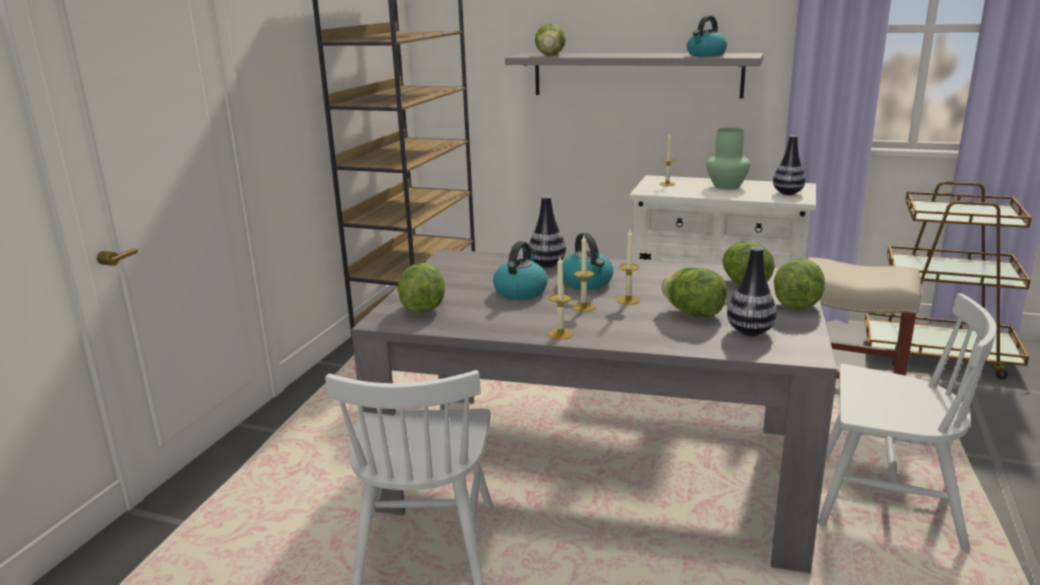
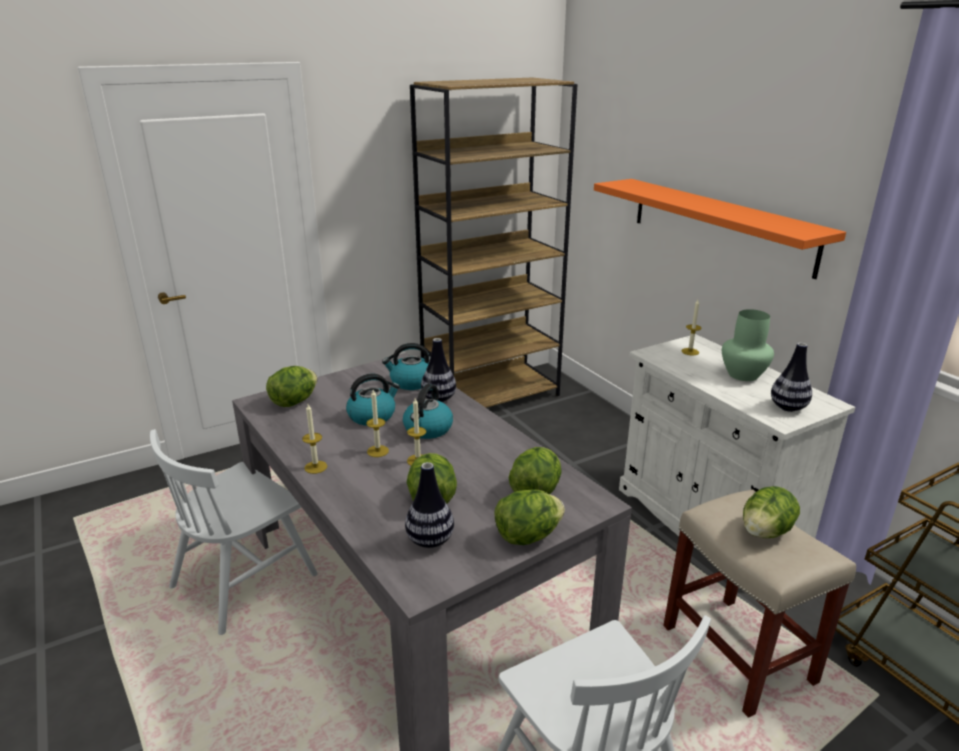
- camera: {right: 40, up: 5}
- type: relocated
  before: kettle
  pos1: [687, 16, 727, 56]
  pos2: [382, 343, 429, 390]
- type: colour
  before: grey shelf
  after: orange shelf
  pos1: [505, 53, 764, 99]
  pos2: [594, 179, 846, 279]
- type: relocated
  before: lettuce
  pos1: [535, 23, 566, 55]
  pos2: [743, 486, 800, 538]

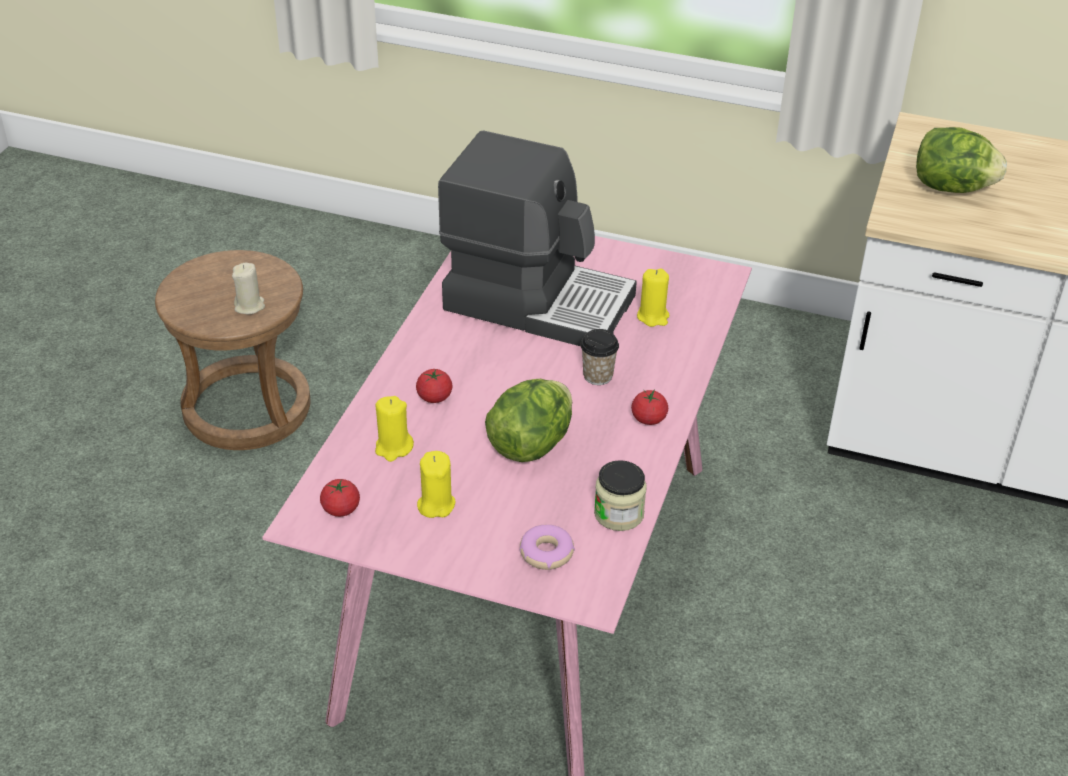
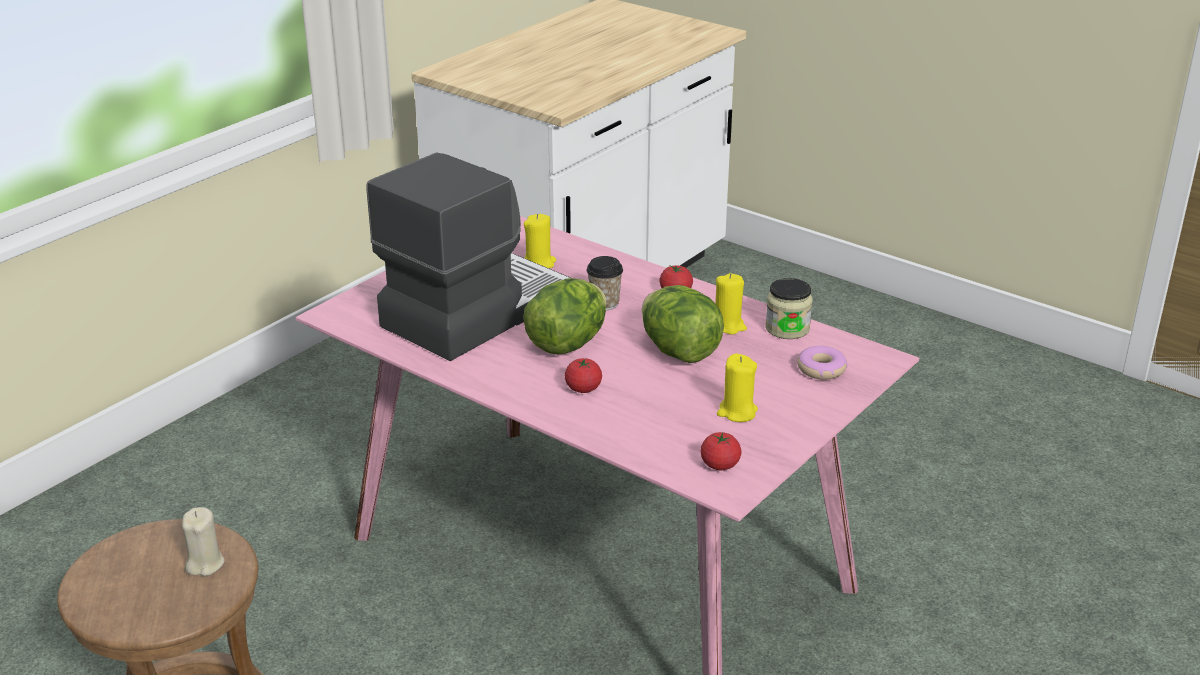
- camera: {right: -70, up: -10}
- type: relocated
  before: lettuce
  pos1: [916, 127, 1007, 193]
  pos2: [523, 278, 607, 355]
- type: relocated
  before: yellow candle
  pos1: [375, 396, 414, 462]
  pos2: [715, 273, 747, 335]

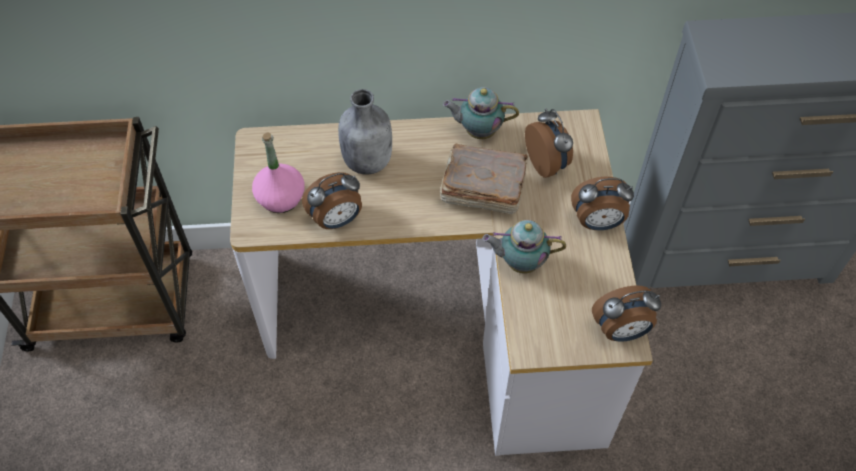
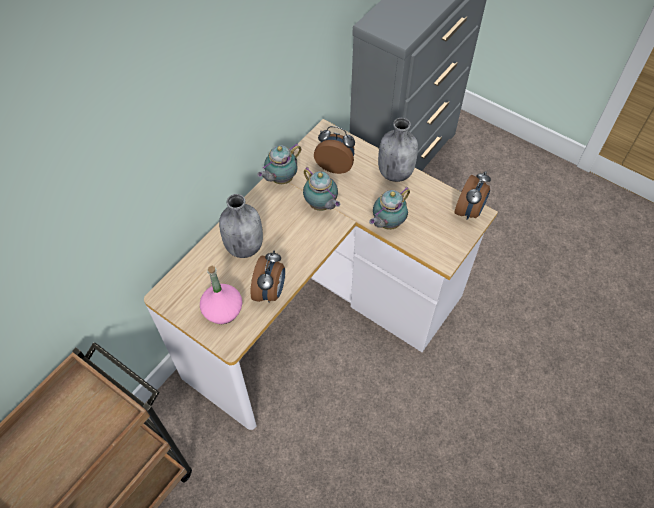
- camera: {right: -50, up: 0}
- type: exchanged
  before: brown book
  after: teapot
  pos1: [440, 144, 528, 214]
  pos2: [303, 167, 340, 211]
- type: exchanged
  before: alarm clock
  after: grey bottle
  pos1: [571, 177, 634, 230]
  pos2: [378, 118, 418, 182]

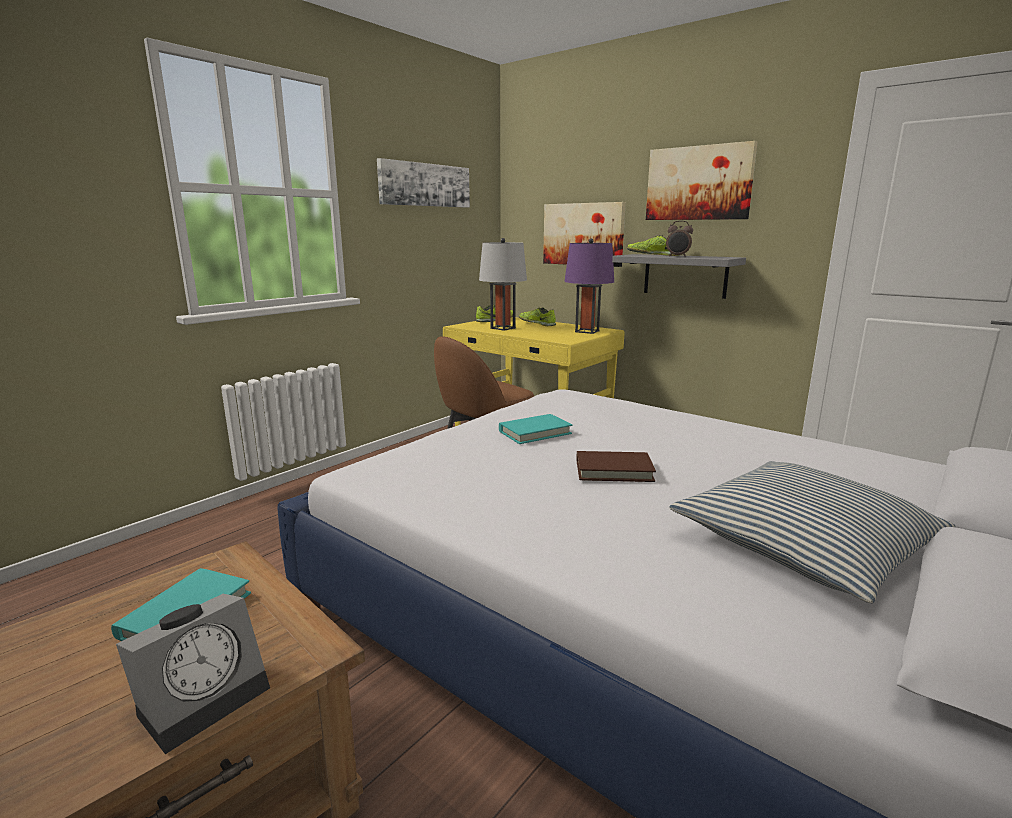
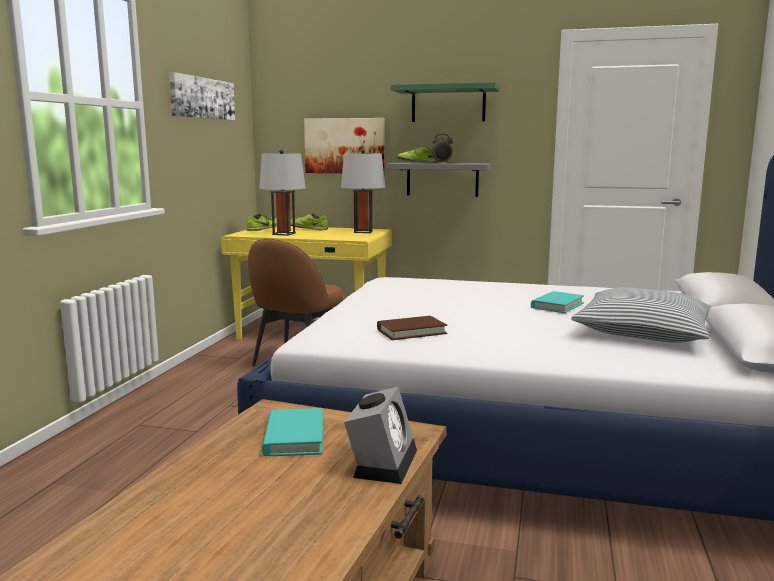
- camera: {right: -25, up: -5}
- type: colour
  before: purple table lamp
  after: grey table lamp
  pos1: [564, 238, 614, 334]
  pos2: [341, 149, 385, 233]
- type: relocated
  before: brown book
  pos1: [576, 451, 656, 482]
  pos2: [377, 316, 447, 340]
- type: exchanged
  before: picture
  after: green shelf
  pos1: [646, 141, 758, 220]
  pos2: [391, 82, 499, 122]
- type: relocated
  before: turquoise book
  pos1: [499, 414, 572, 444]
  pos2: [531, 291, 584, 313]

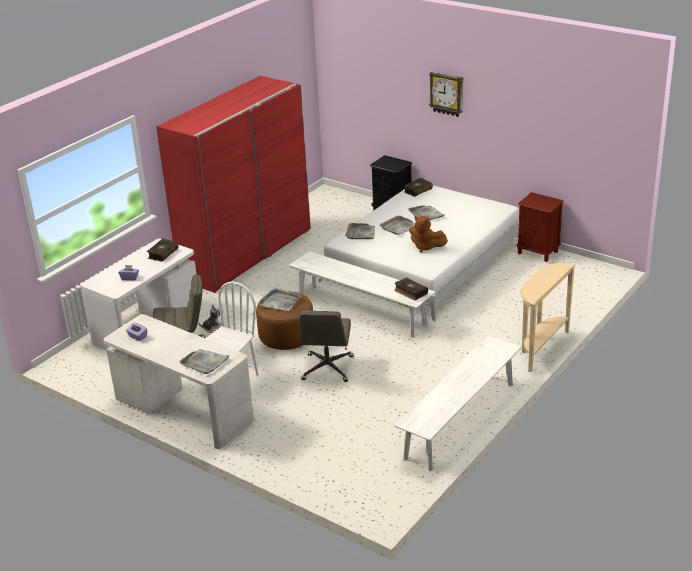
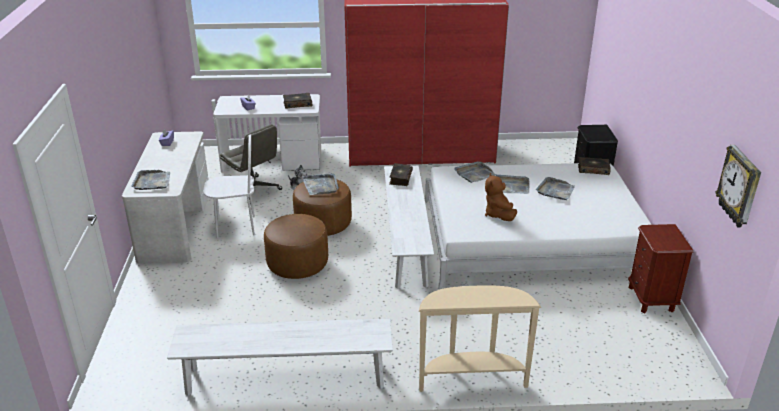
- camera: {right: 50, up: 0}
- type: exchanged
  before: grey office chair
  after: brown ottoman
  pos1: [300, 310, 353, 382]
  pos2: [264, 214, 328, 279]
- type: relocated
  before: book
  pos1: [394, 277, 428, 300]
  pos2: [389, 163, 413, 186]
- type: relocated
  before: wall clock
  pos1: [429, 71, 463, 117]
  pos2: [715, 145, 761, 227]

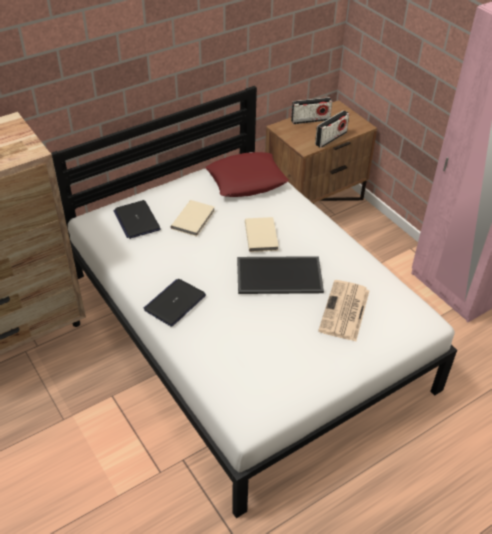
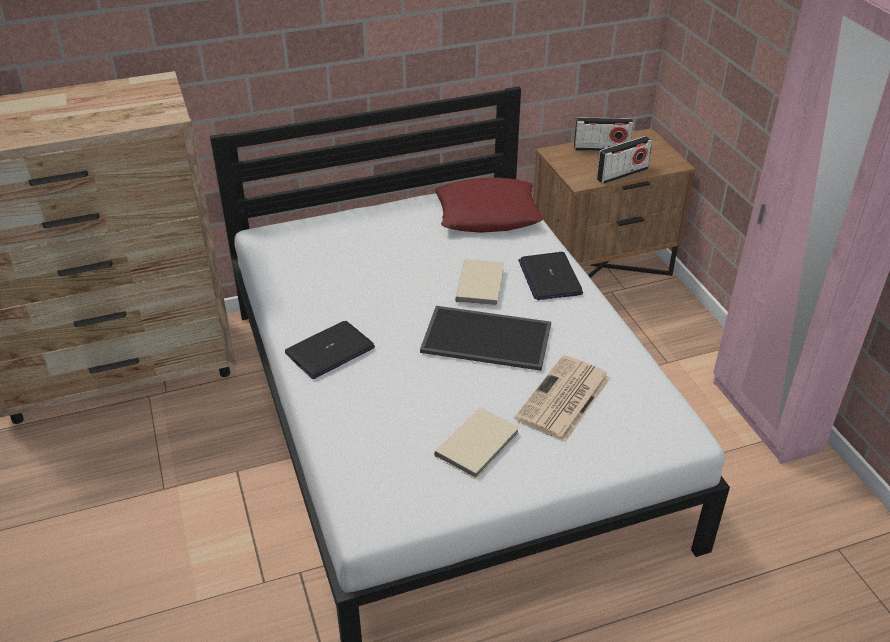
- camera: {right: 15, up: -5}
- type: relocated
  before: beige book
  pos1: [171, 200, 215, 237]
  pos2: [434, 407, 520, 479]
- type: relocated
  before: laptop
  pos1: [114, 200, 161, 239]
  pos2: [518, 252, 583, 300]

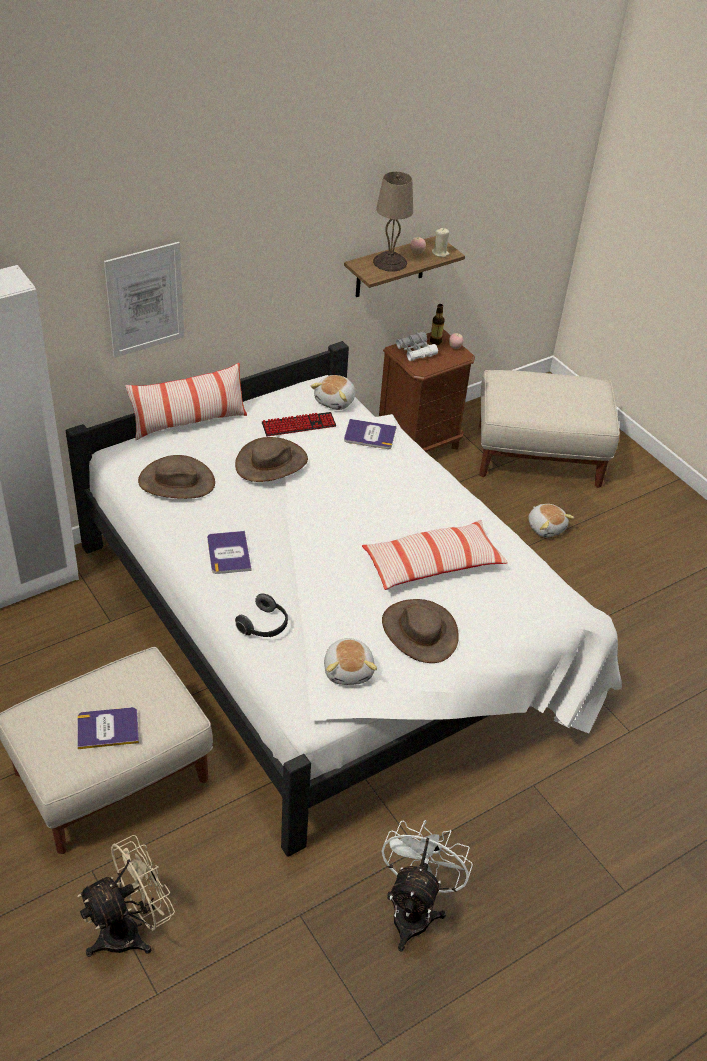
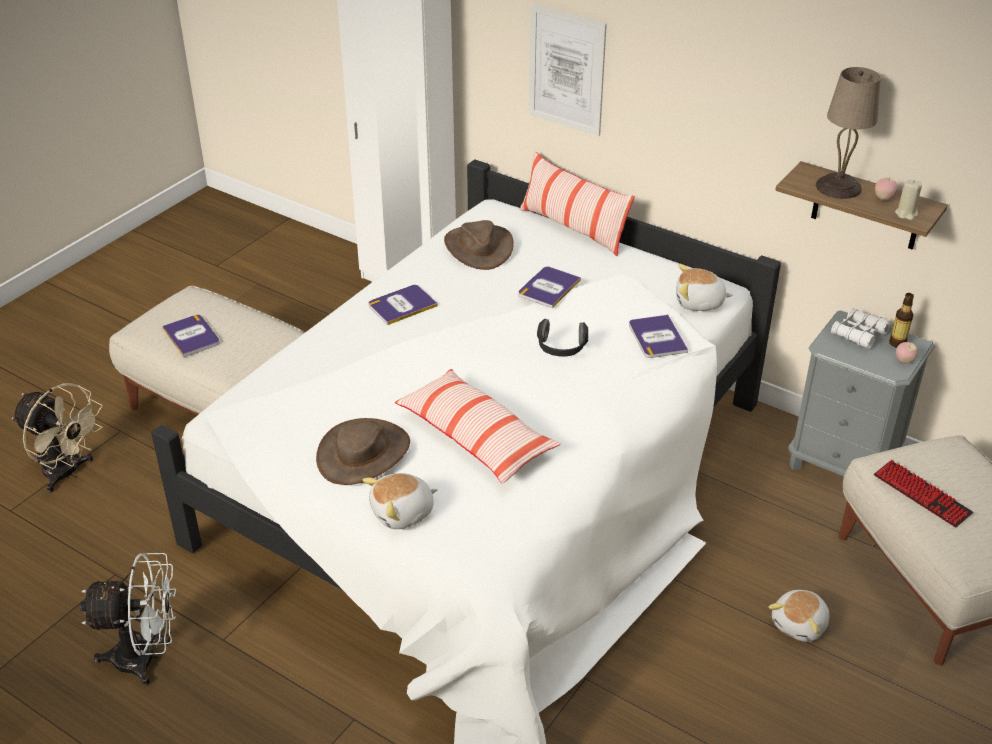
- camera: {right: 70, up: -5}
- type: relocated
  before: plush toy
  pos1: [324, 638, 377, 685]
  pos2: [363, 473, 438, 529]
- type: exchanged
  before: brown hat
  after: book
  pos1: [235, 437, 308, 482]
  pos2: [519, 267, 581, 308]
- type: relocated
  before: headphones
  pos1: [235, 593, 288, 637]
  pos2: [537, 319, 588, 356]
- type: colour
  before: brown nightstand
  after: grey nightstand
  pos1: [379, 329, 475, 452]
  pos2: [788, 310, 935, 476]
- type: relocated
  before: keyboard
  pos1: [262, 412, 336, 436]
  pos2: [874, 460, 973, 528]

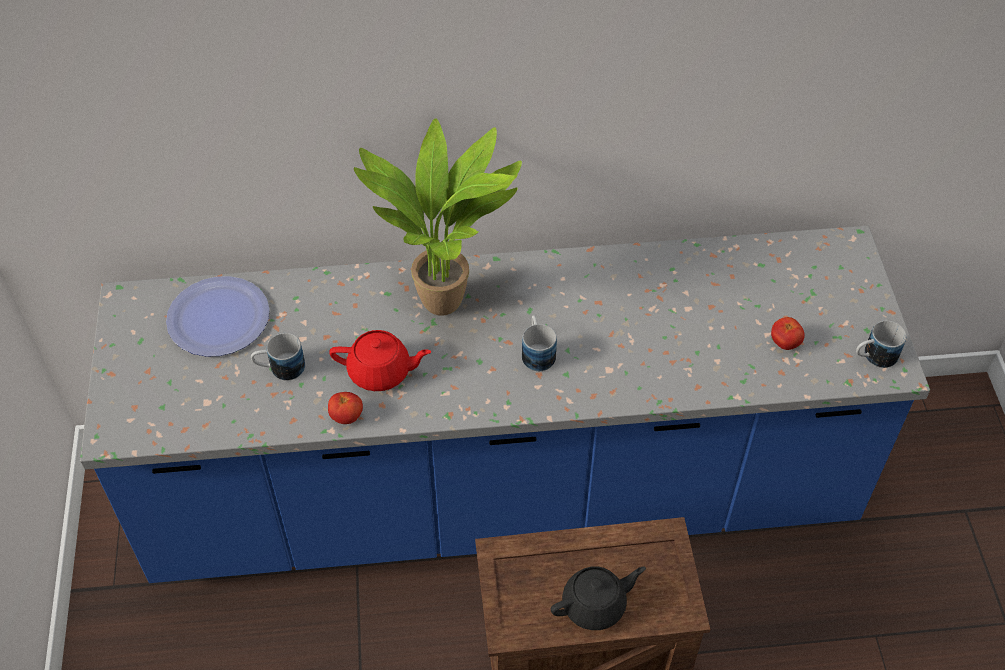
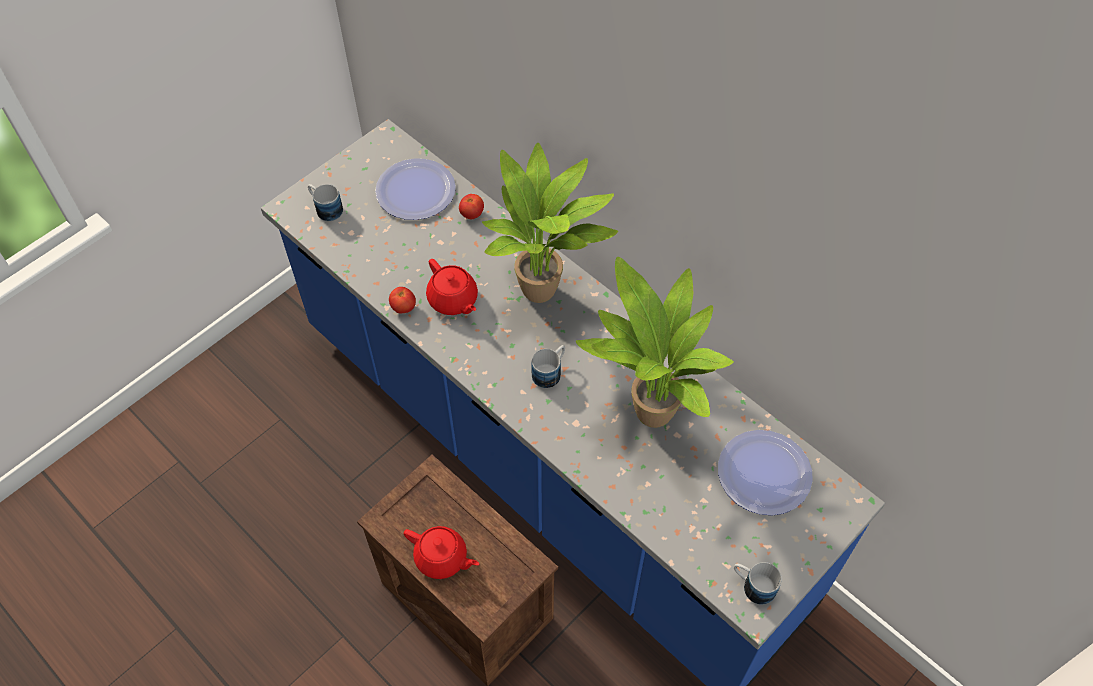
- camera: {right: 50, up: 5}
- type: relocated
  before: mug
  pos1: [251, 333, 305, 381]
  pos2: [308, 184, 343, 221]
- type: colour
  before: black teapot
  after: red teapot
  pos1: [551, 566, 646, 630]
  pos2: [404, 526, 479, 579]
- type: relocated
  before: tomato
  pos1: [771, 317, 805, 350]
  pos2: [459, 194, 484, 219]
- type: appeared
  after: potted plant
  pos2: [576, 257, 734, 428]
- type: appeared
  after: plate
  pos2: [718, 430, 813, 515]

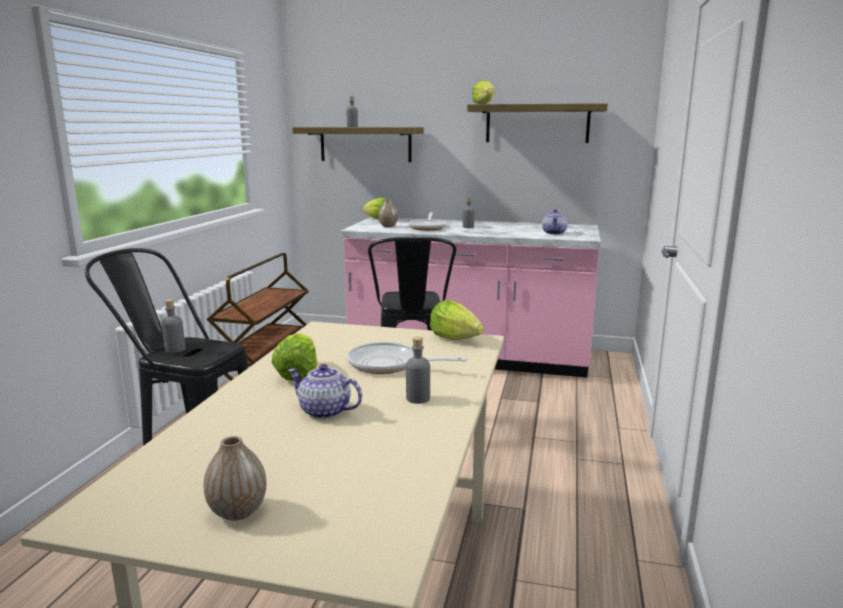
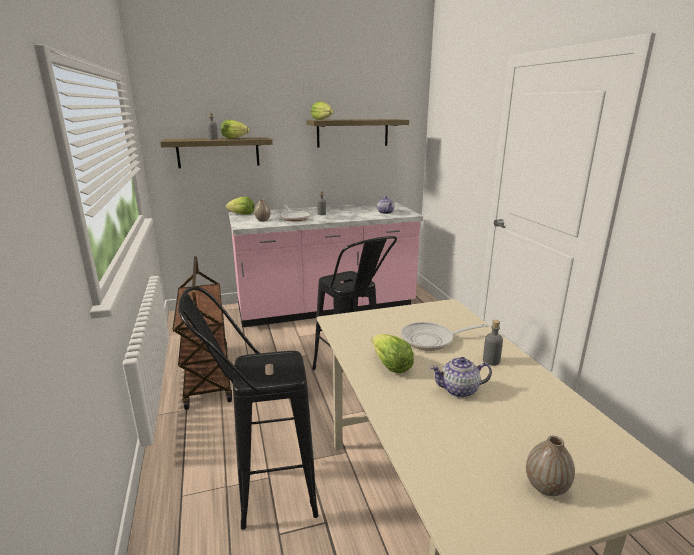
- camera: {right: -30, up: 5}
- type: relocated
  before: lettuce
  pos1: [430, 301, 484, 340]
  pos2: [221, 120, 250, 139]
- type: missing
  before: grey bottle
  pos1: [162, 299, 186, 353]

